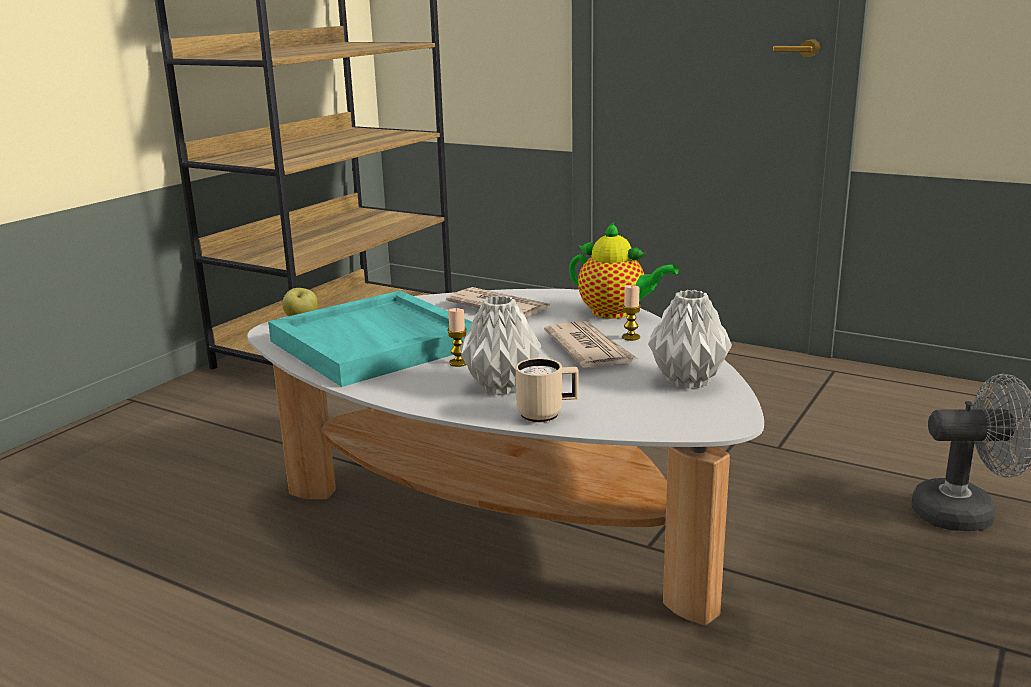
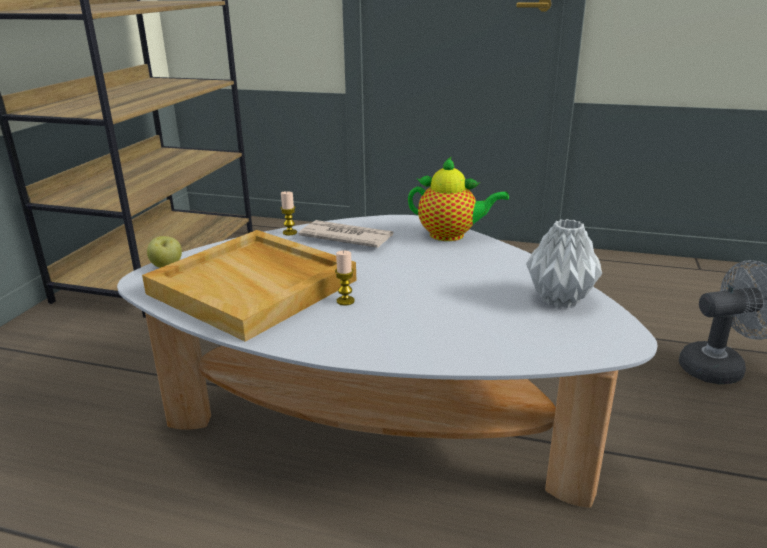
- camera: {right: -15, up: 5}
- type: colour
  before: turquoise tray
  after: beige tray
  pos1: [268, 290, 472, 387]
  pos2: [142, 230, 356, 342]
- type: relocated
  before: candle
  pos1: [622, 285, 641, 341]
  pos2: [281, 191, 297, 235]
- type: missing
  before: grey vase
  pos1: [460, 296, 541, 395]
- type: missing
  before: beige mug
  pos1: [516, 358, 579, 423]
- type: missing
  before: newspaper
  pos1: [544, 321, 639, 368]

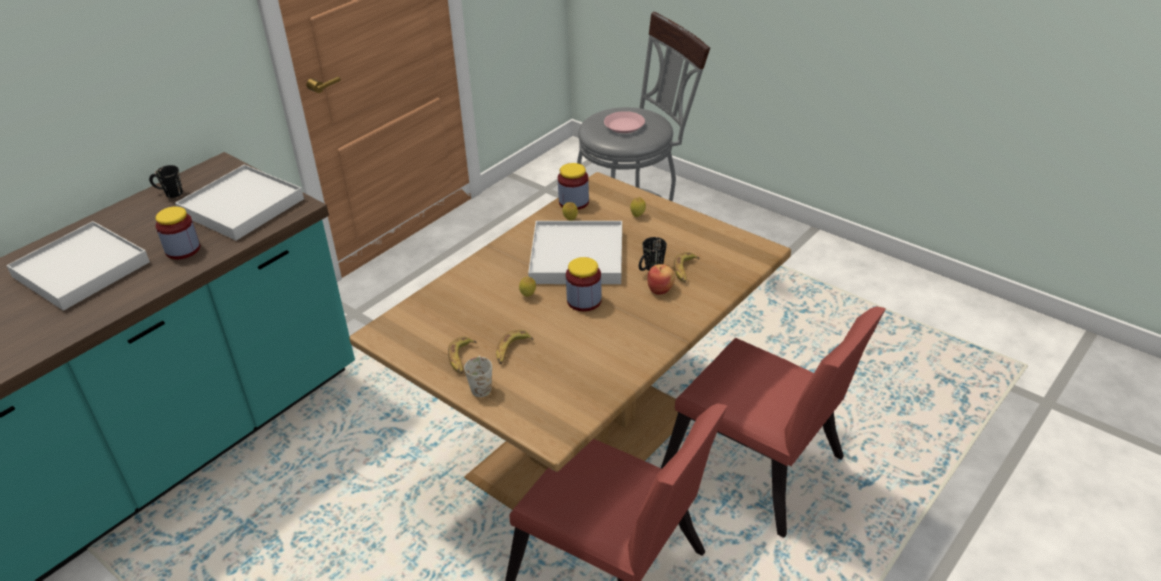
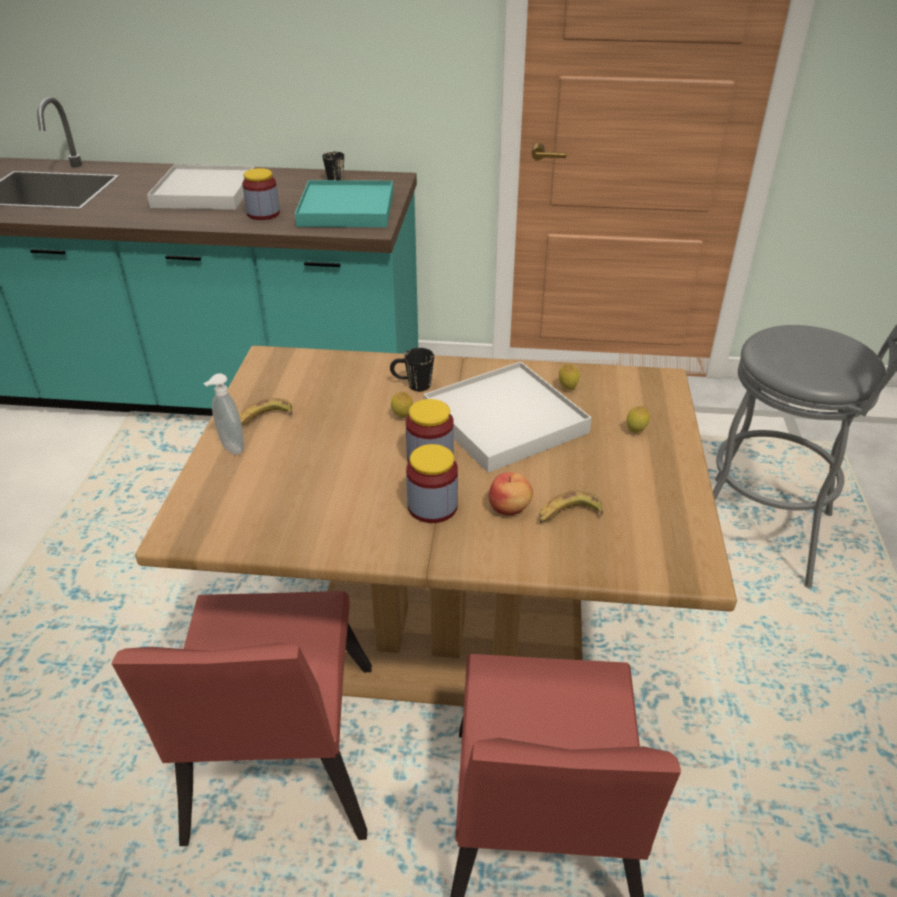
- camera: {right: 55, up: 0}
- type: exchanged
  before: white mug
  after: soap dispenser
  pos1: [464, 356, 492, 397]
  pos2: [203, 373, 244, 455]
- type: colour
  before: white tray
  after: turquoise tray
  pos1: [175, 164, 304, 241]
  pos2: [295, 180, 393, 228]
- type: relocated
  before: black mug
  pos1: [639, 237, 667, 271]
  pos2: [390, 348, 434, 391]
- type: relocated
  before: jar
  pos1: [558, 163, 589, 210]
  pos2: [406, 444, 458, 523]
- type: missing
  before: banana
  pos1: [496, 330, 533, 364]
- type: missing
  before: pink plate
  pos1: [604, 111, 645, 133]

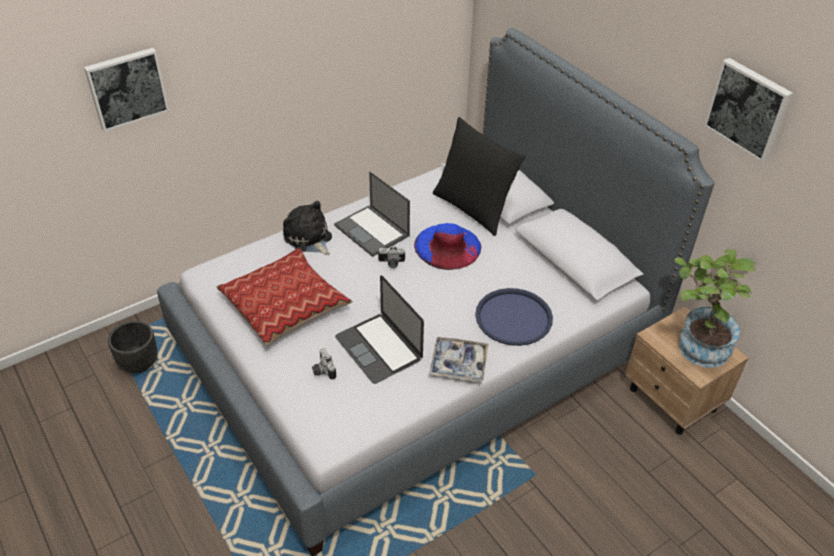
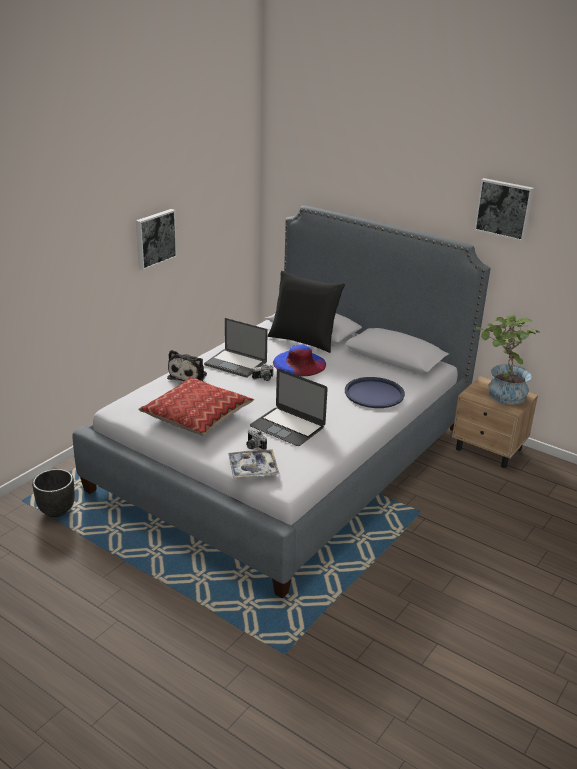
- camera: {right: -20, up: -15}
- type: relocated
  before: picture
  pos1: [84, 48, 169, 132]
  pos2: [136, 209, 177, 270]
- type: spun
  before: plush toy
  pos1: [283, 200, 332, 255]
  pos2: [167, 350, 207, 381]
  turn: -105
- type: relocated
  before: tray
  pos1: [429, 337, 489, 382]
  pos2: [228, 449, 279, 478]

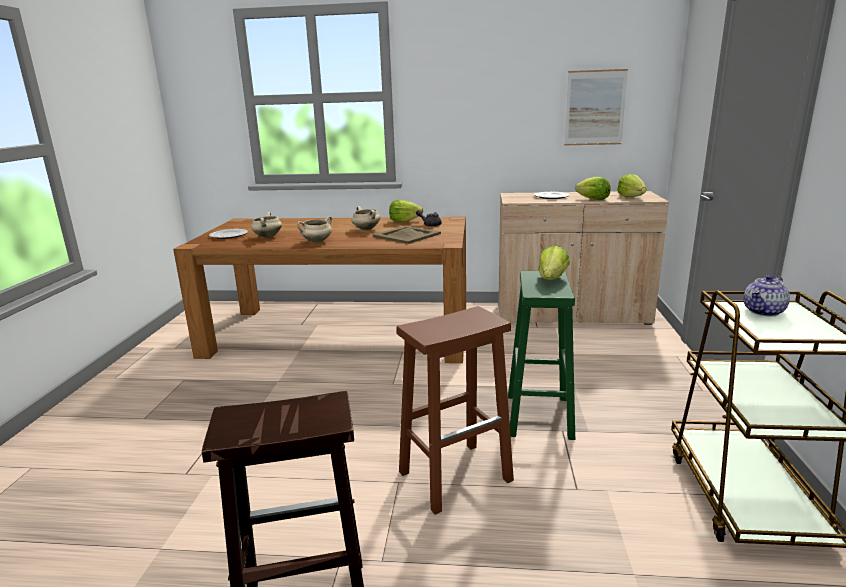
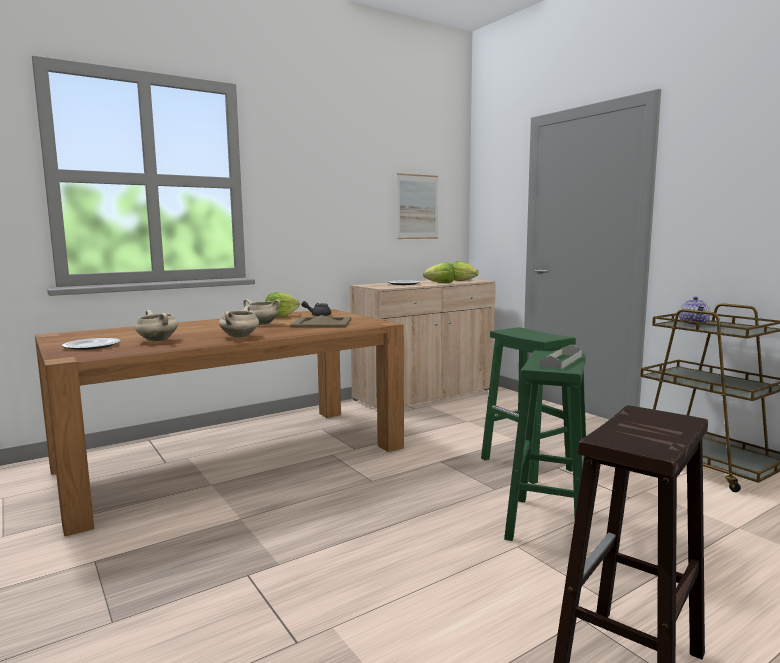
- camera: {right: -40, up: -10}
- type: colour
  before: brown stool
  after: green stool
  pos1: [396, 306, 514, 515]
  pos2: [504, 351, 586, 541]
- type: appeared
  after: grey tray
  pos2: [540, 344, 582, 369]
- type: missing
  before: lettuce
  pos1: [538, 246, 570, 280]

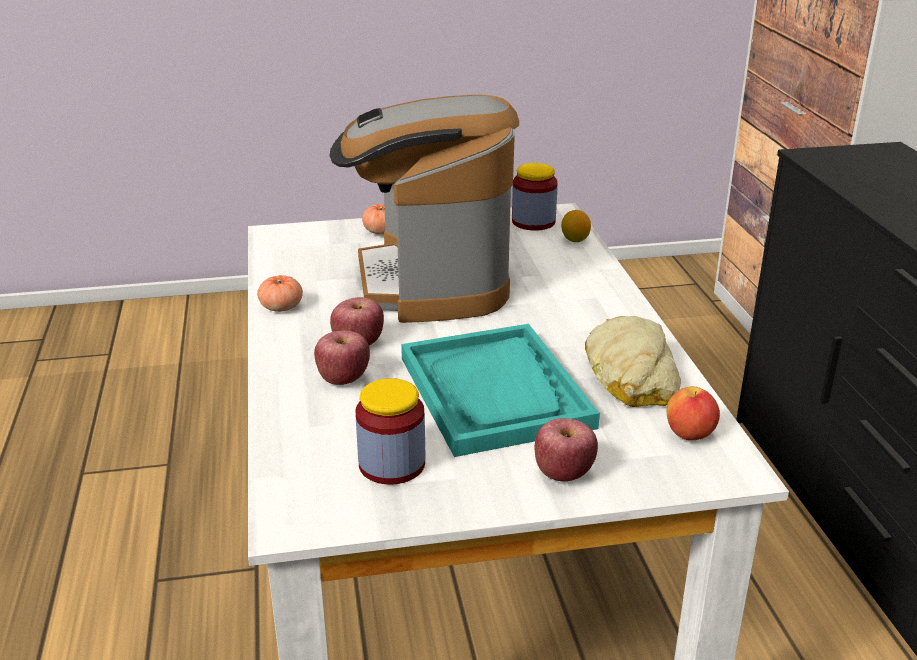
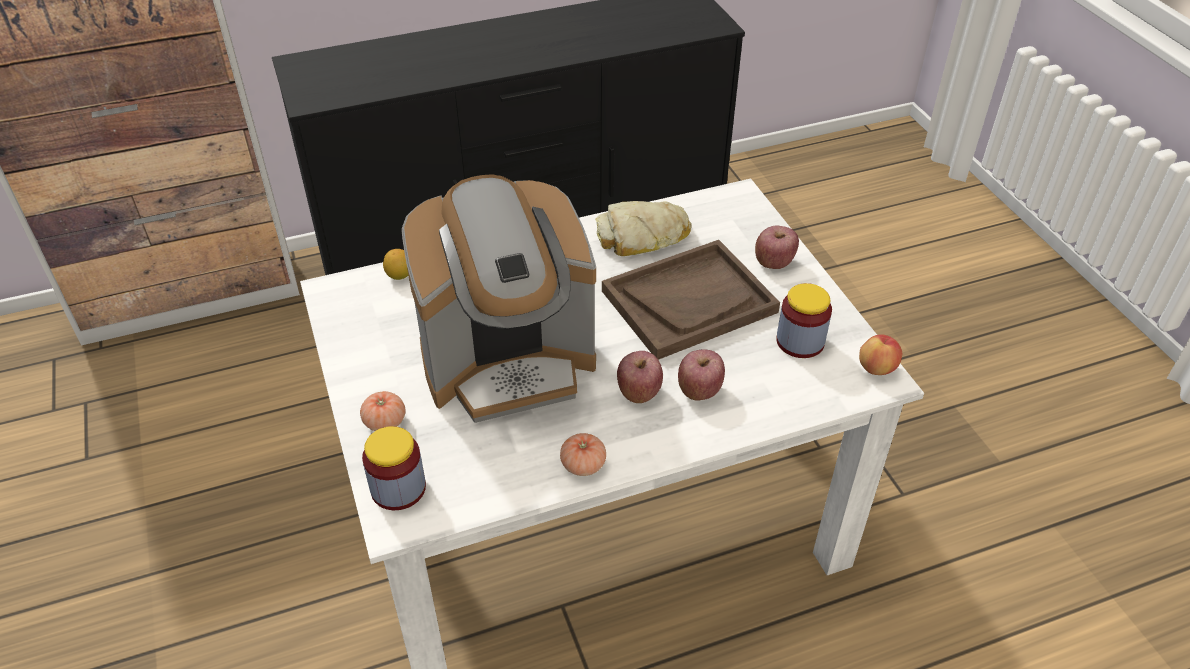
- camera: {right: -100, up: 15}
- type: relocated
  before: jar
  pos1: [512, 163, 558, 231]
  pos2: [362, 426, 426, 510]
- type: colour
  before: turquoise tray
  after: brown tray
  pos1: [401, 324, 600, 457]
  pos2: [602, 240, 780, 360]
- type: relocated
  before: apple
  pos1: [666, 386, 720, 440]
  pos2: [859, 334, 902, 375]

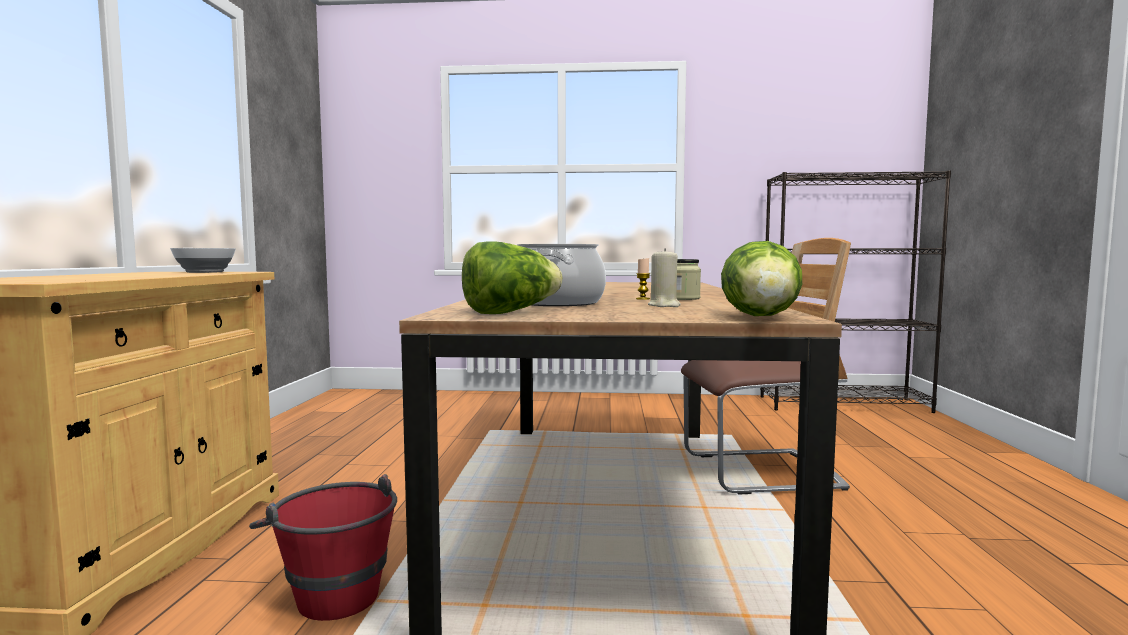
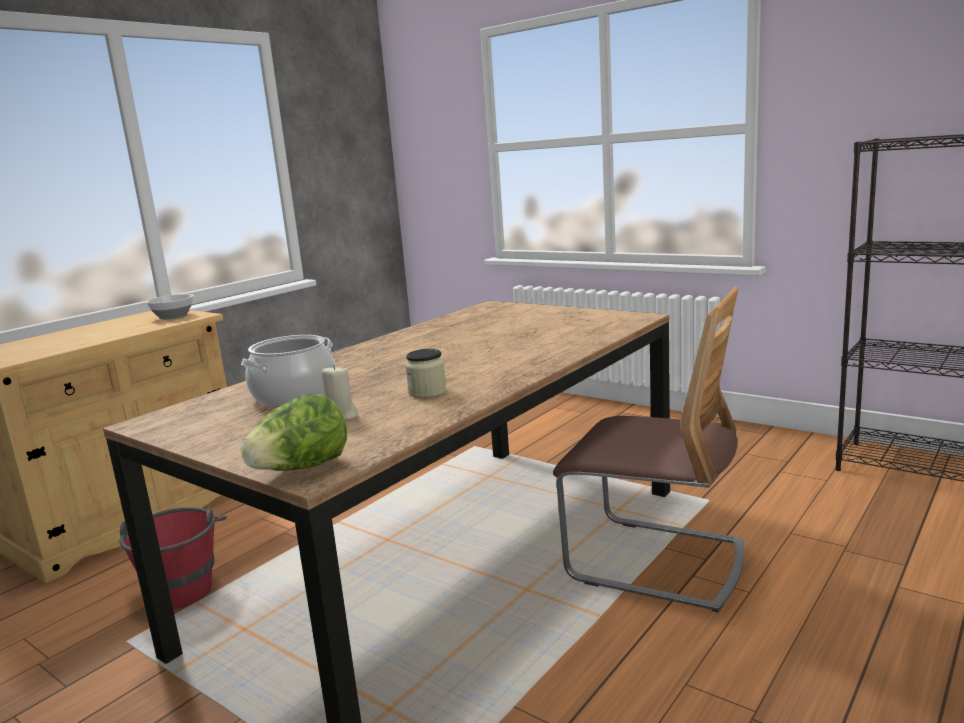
- camera: {right: 35, up: 10}
- type: missing
  before: lettuce
  pos1: [462, 241, 563, 314]
- type: missing
  before: candle
  pos1: [636, 257, 650, 300]

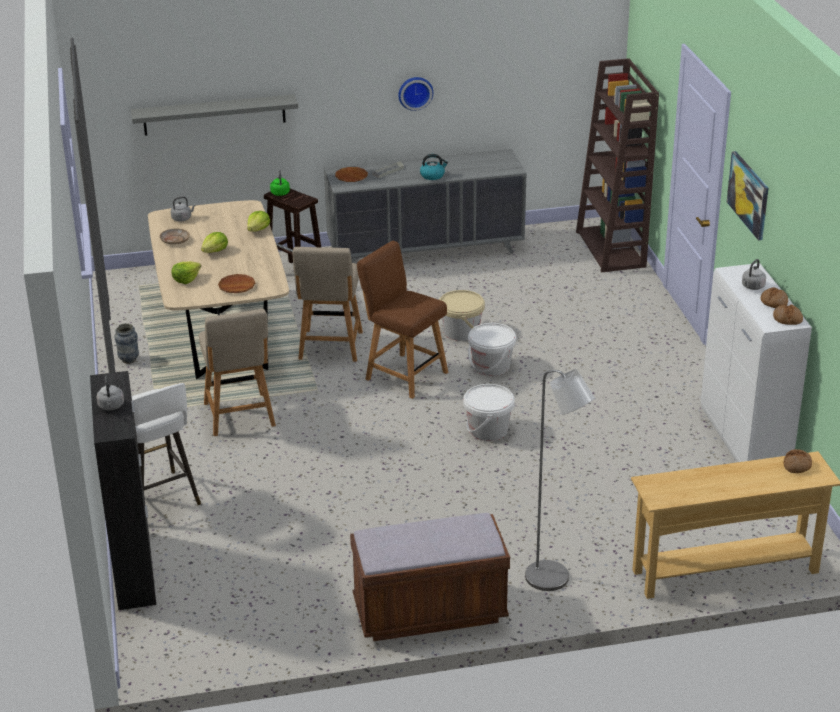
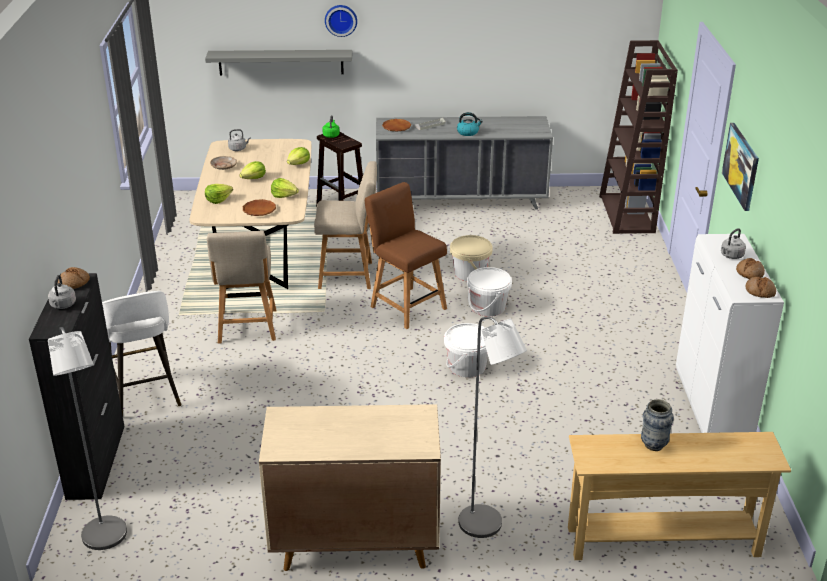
- camera: {right: 10, up: 0}
- type: appeared
  after: grey floor lamp
  pos2: [48, 327, 127, 550]
- type: relocated
  before: bread
  pos1: [784, 449, 812, 473]
  pos2: [58, 267, 90, 289]
- type: exchanged
  before: brown bench
  after: beige cabinet
  pos1: [350, 513, 510, 641]
  pos2: [259, 404, 441, 571]
- type: appeared
  after: lettuce
  pos2: [271, 178, 299, 198]
- type: spun
  before: beige chair
  pos1: [292, 247, 363, 362]
  pos2: [314, 161, 377, 289]
  turn: -105
- type: relocated
  before: wall clock
  pos1: [398, 77, 433, 111]
  pos2: [325, 5, 357, 37]
- type: relocated
  before: vase
  pos1: [114, 323, 139, 364]
  pos2: [641, 399, 674, 451]

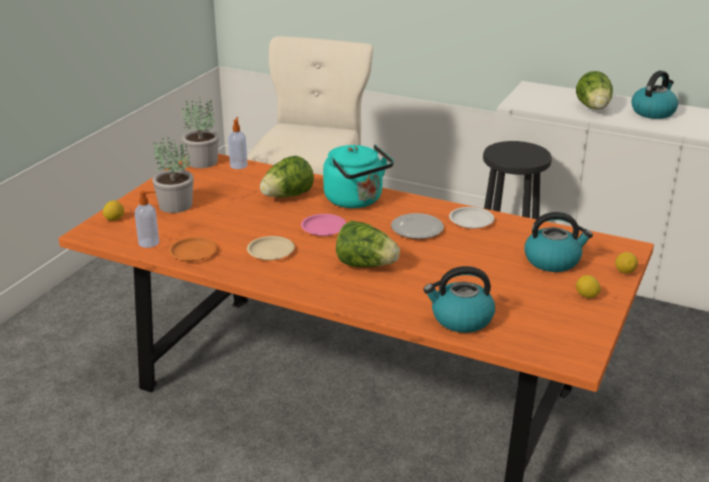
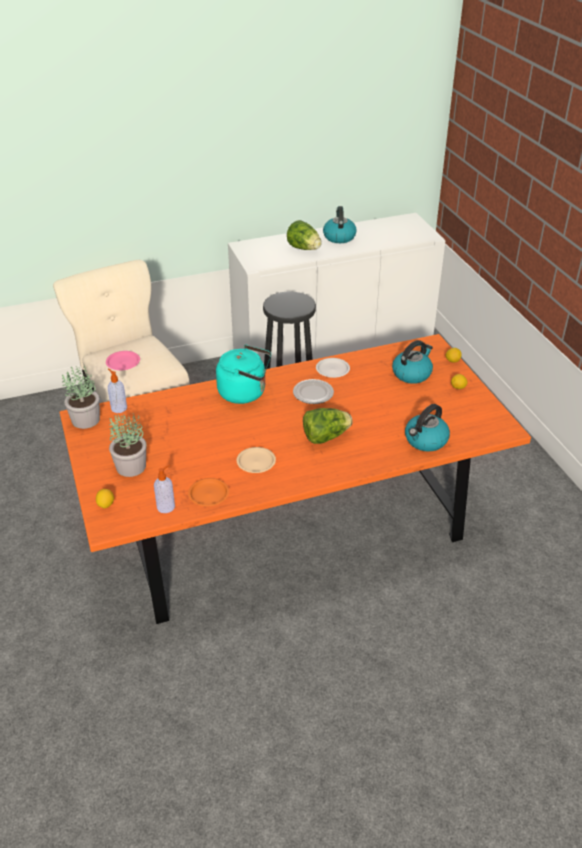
- camera: {right: -45, up: 10}
- type: relocated
  before: pink plate
  pos1: [301, 214, 346, 236]
  pos2: [106, 351, 140, 370]
- type: missing
  before: lettuce
  pos1: [260, 156, 314, 198]

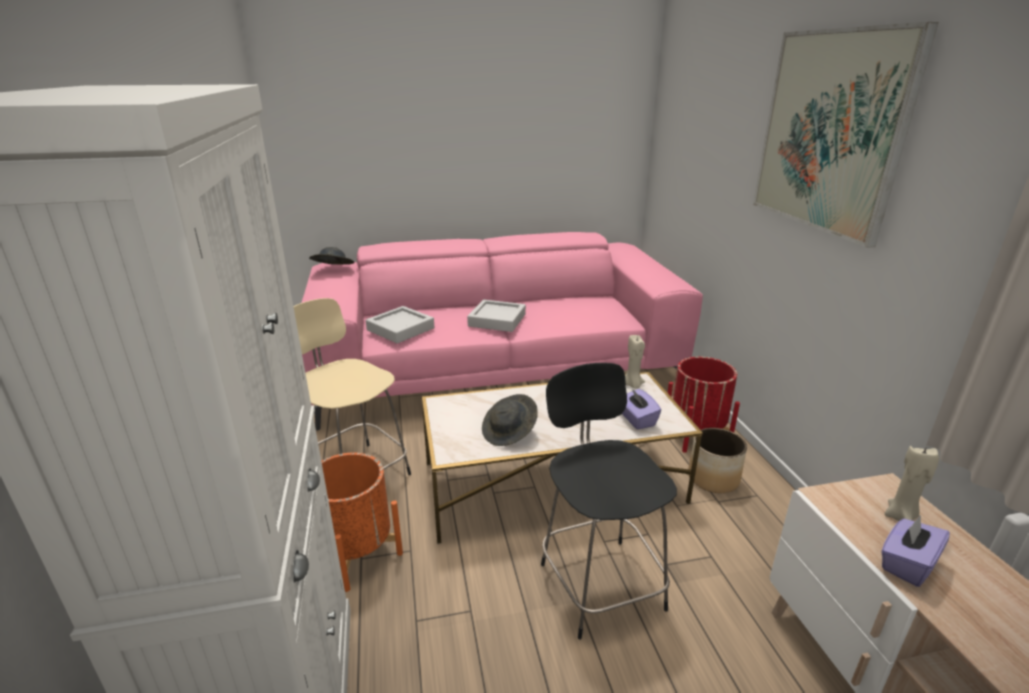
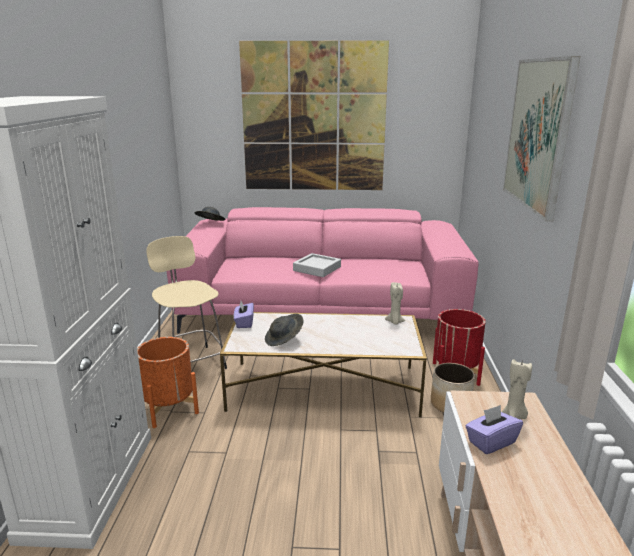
- camera: {right: 15, up: -5}
- type: relocated
  before: purple tissue box
  pos1: [622, 388, 661, 430]
  pos2: [234, 301, 254, 328]
- type: appeared
  after: picture
  pos2: [239, 40, 389, 190]
- type: missing
  before: grey tray
  pos1: [366, 306, 434, 344]
- type: missing
  before: black stool
  pos1: [541, 363, 677, 640]

